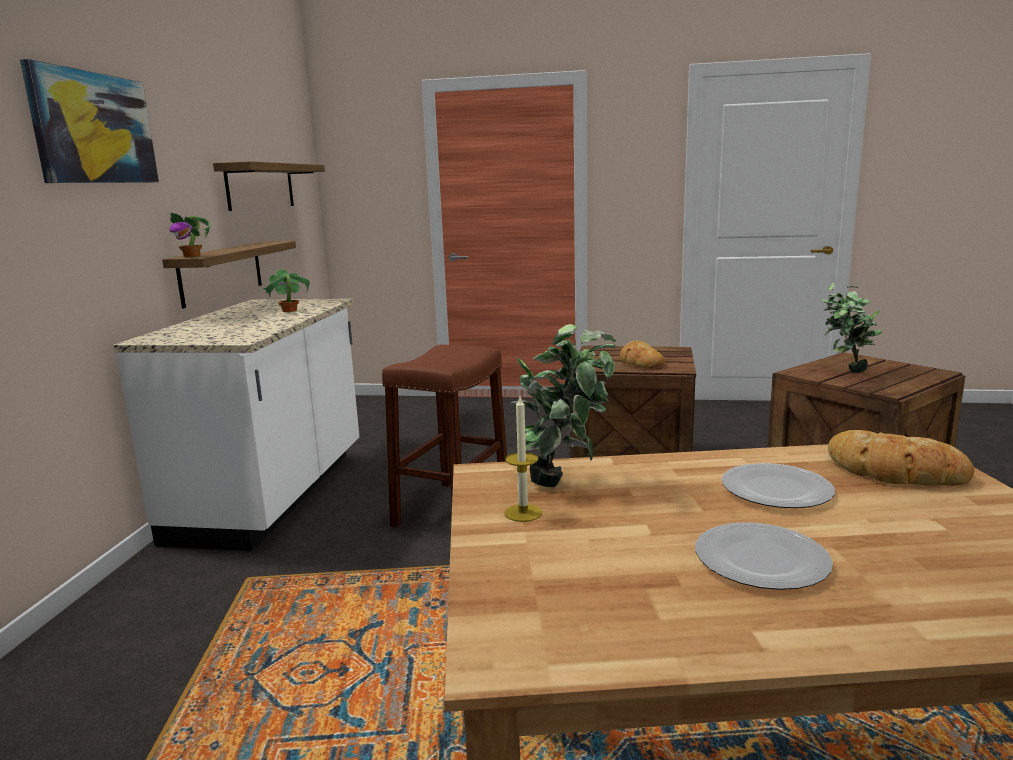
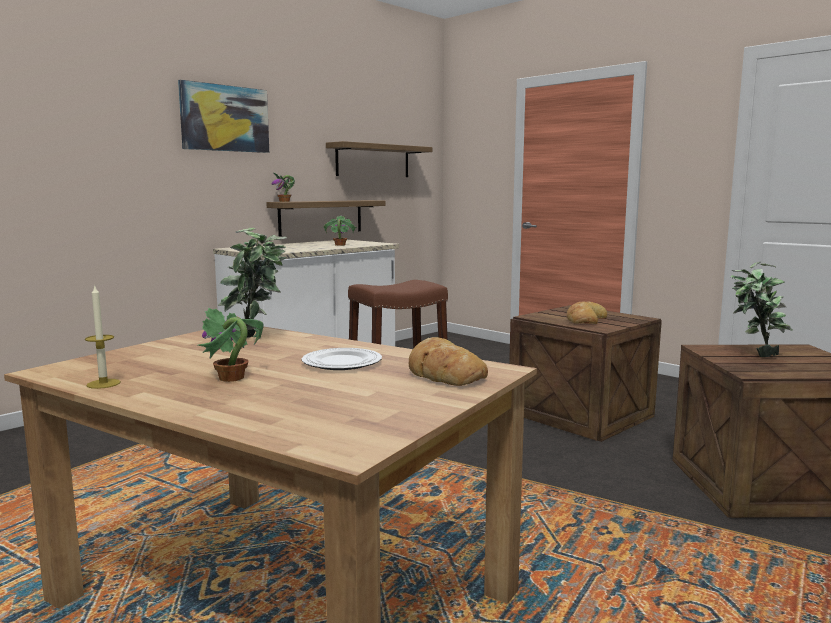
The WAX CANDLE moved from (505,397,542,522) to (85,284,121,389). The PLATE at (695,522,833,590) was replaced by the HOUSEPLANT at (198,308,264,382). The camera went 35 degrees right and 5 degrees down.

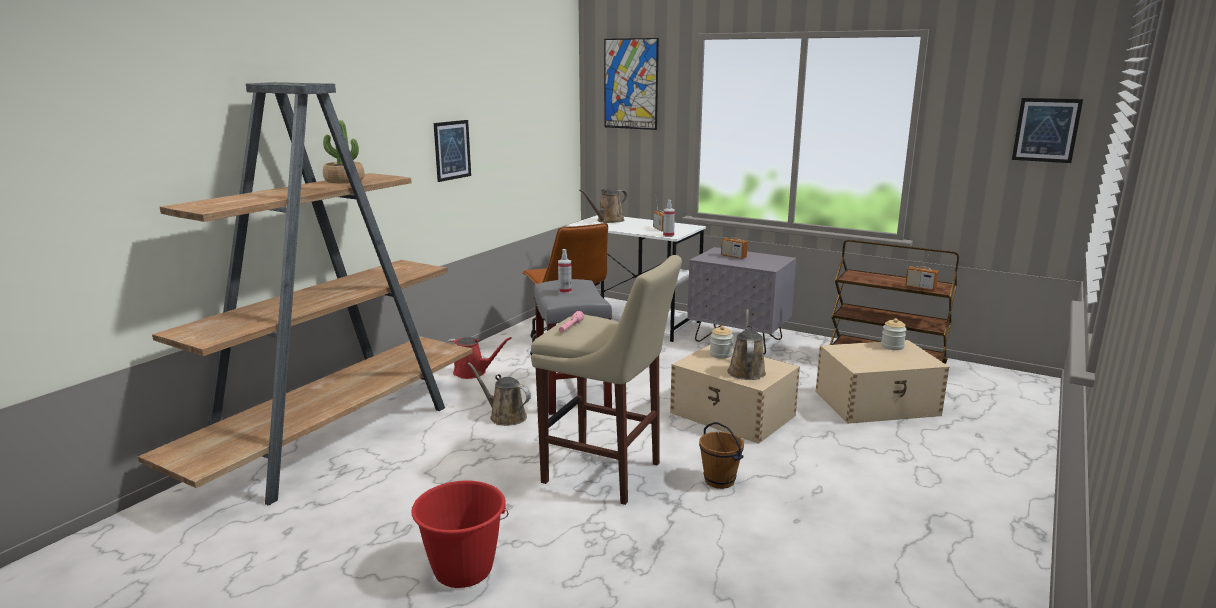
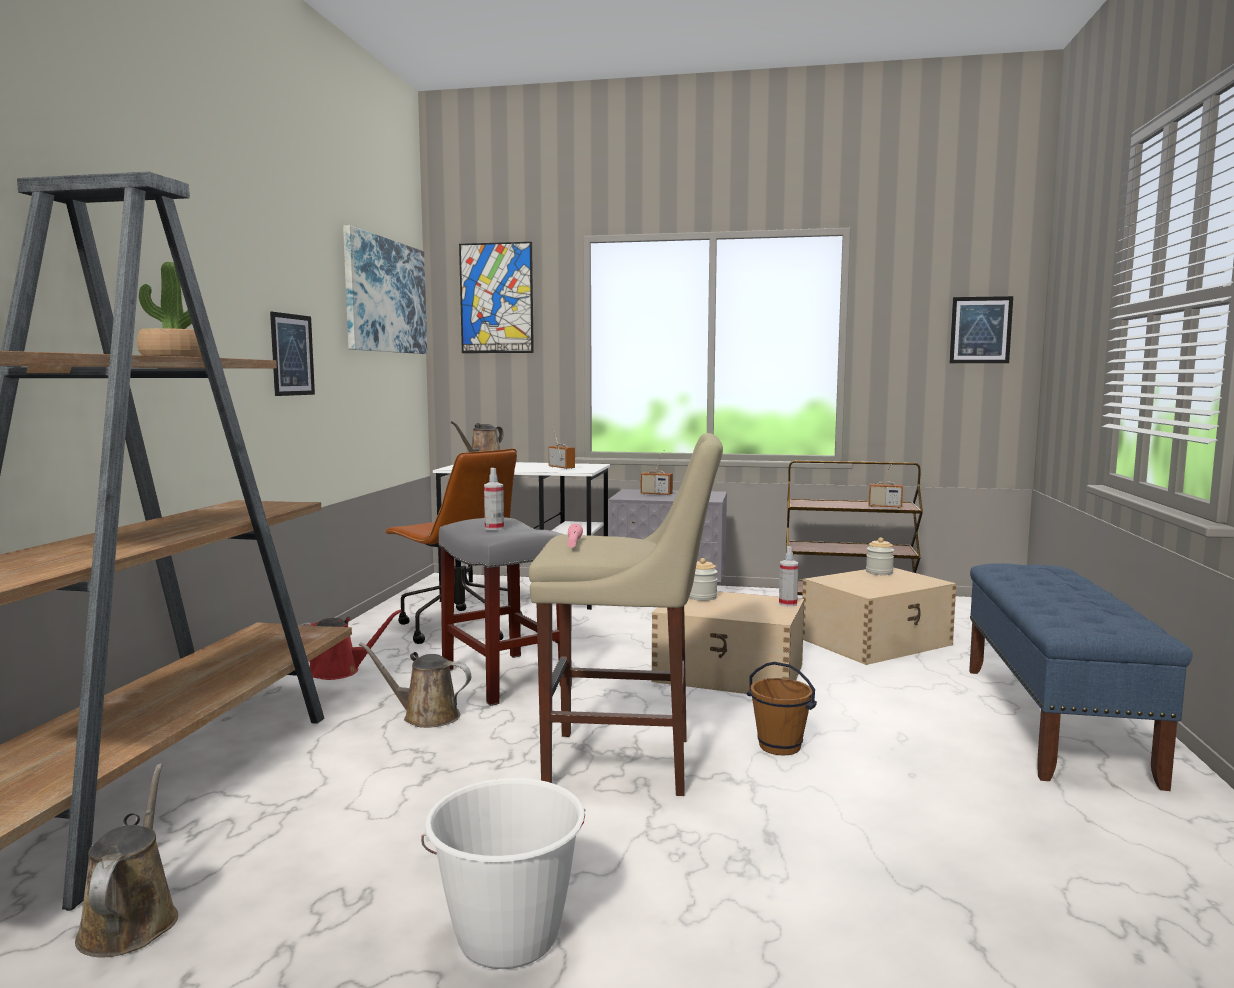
The RED BUCKET at (411,480,509,588) became the WHITE BUCKET at (421,778,585,969). The SPRAYER moved from (663,200,675,237) to (779,546,799,607). The BROWN WATERING CAN moved from (727,309,766,380) to (75,764,178,957). The WALL PICTURE at (343,225,427,354) appeared. The BLUE LONG SEAT at (969,563,1192,791) appeared. The camera went 20 degrees left and 10 degrees down.

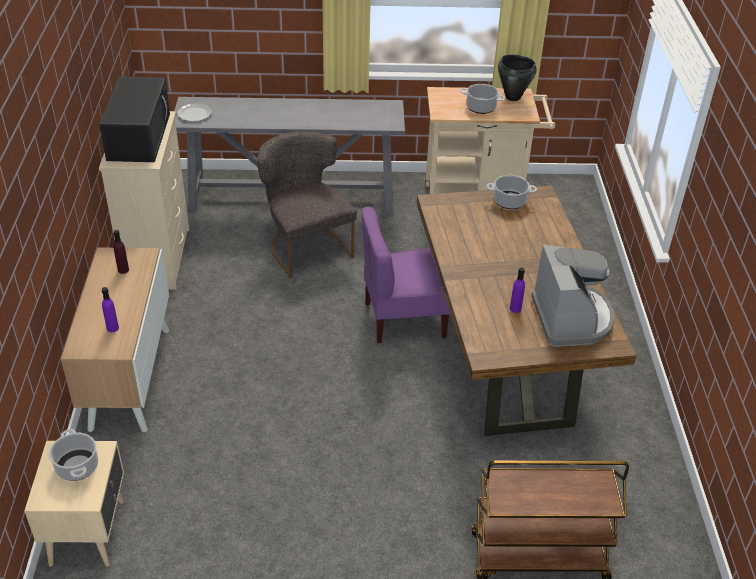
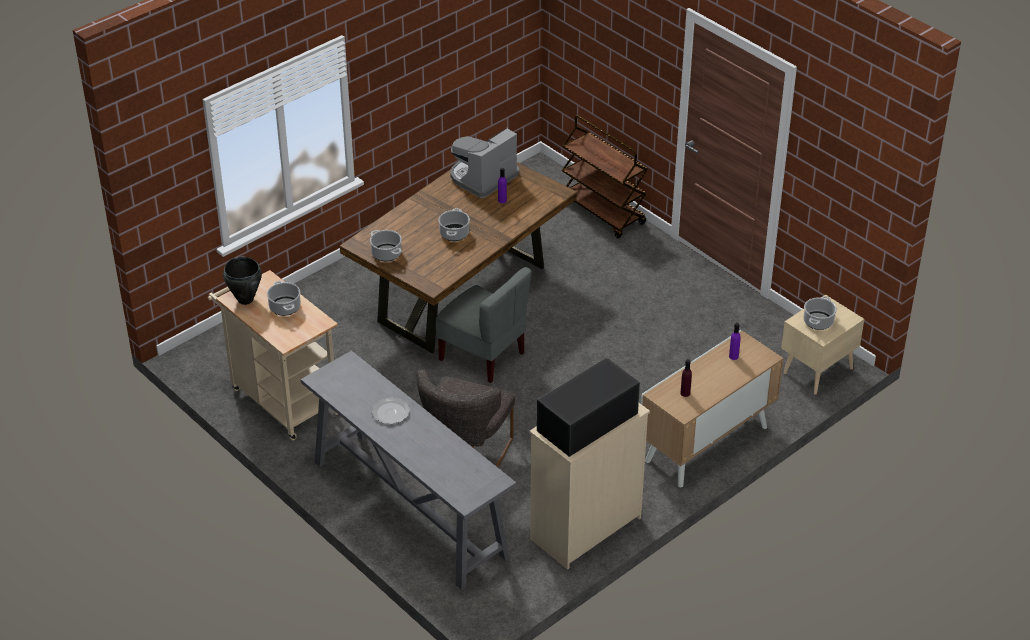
The PLATE moved from (177,103,212,122) to (372,398,410,424). The PURPLISH CHAIR at (361,207,451,343) became the GREYISH CHAIR at (436,267,532,383). The SAUCEPOT at (438,208,470,241) appeared. The camera went 130 degrees left and 0 degrees up.

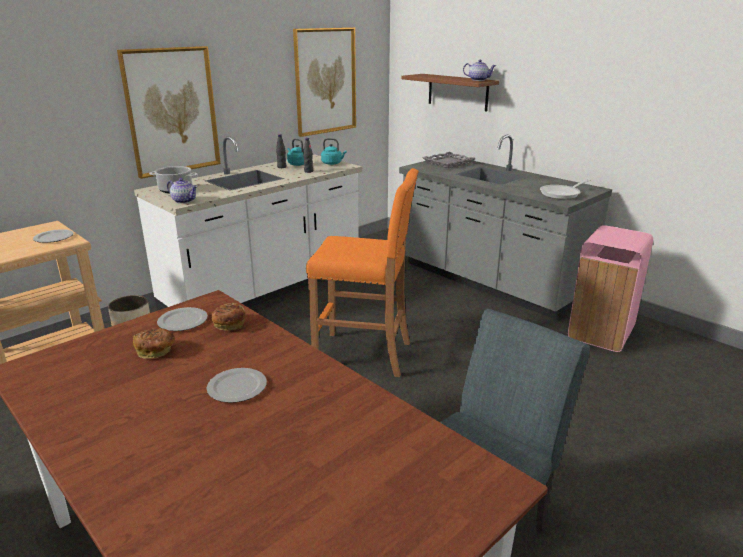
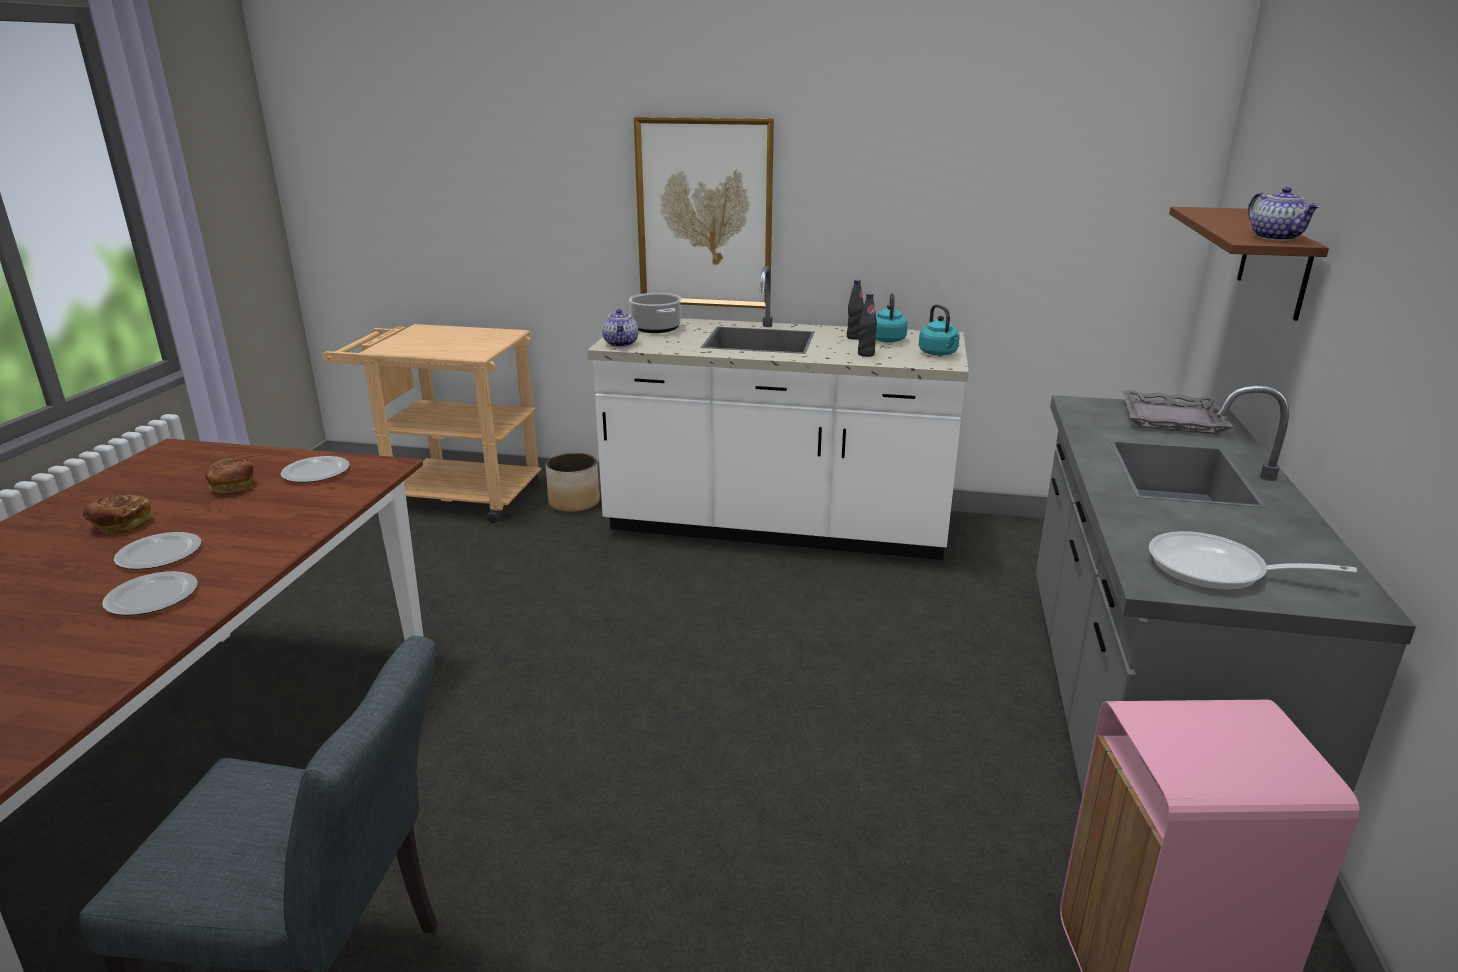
The PLATE moved from (33,229,74,243) to (102,571,198,616). The BAKERY BREAD moved from (211,303,245,331) to (83,495,151,535). The WALL PICTURE at (293,27,356,137) disappeared. The ORANGE-COLOURED STOOL SEAT at (306,168,419,377) disappeared. The camera went 55 degrees right and 0 degrees up.

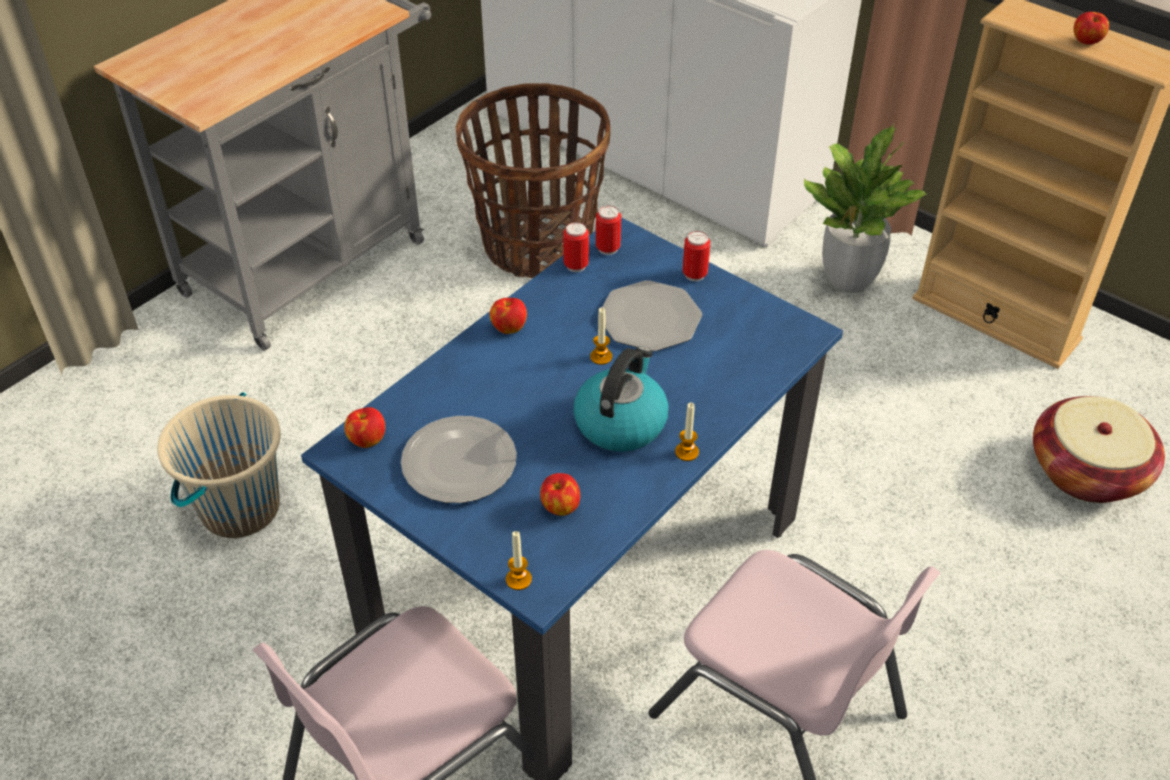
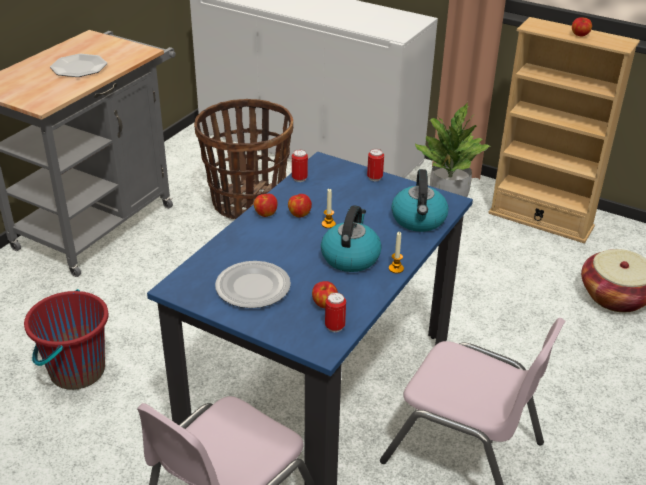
The SAND-COLOURED BUCKET at (157,392,281,538) became the RED BUCKET at (24,289,108,390). The APPLE FRUIT moved from (344,407,385,448) to (288,194,312,218). The WAX CANDLE at (506,531,532,590) disappeared. The METAL CAN moved from (596,205,621,255) to (325,292,346,332). The PLATE moved from (598,280,702,351) to (50,54,107,77). The WATER KETTLE at (391,169,449,232) appeared. The camera went 10 degrees left and 10 degrees down.

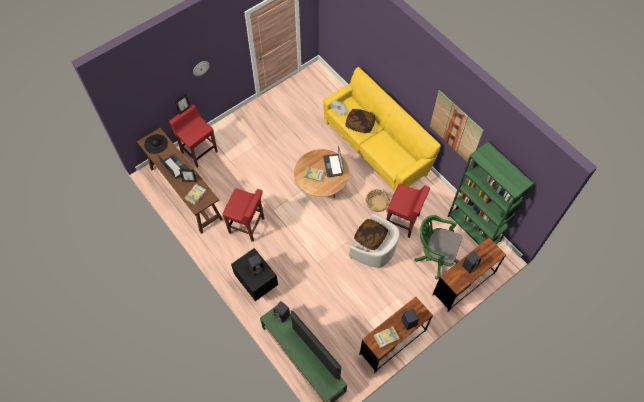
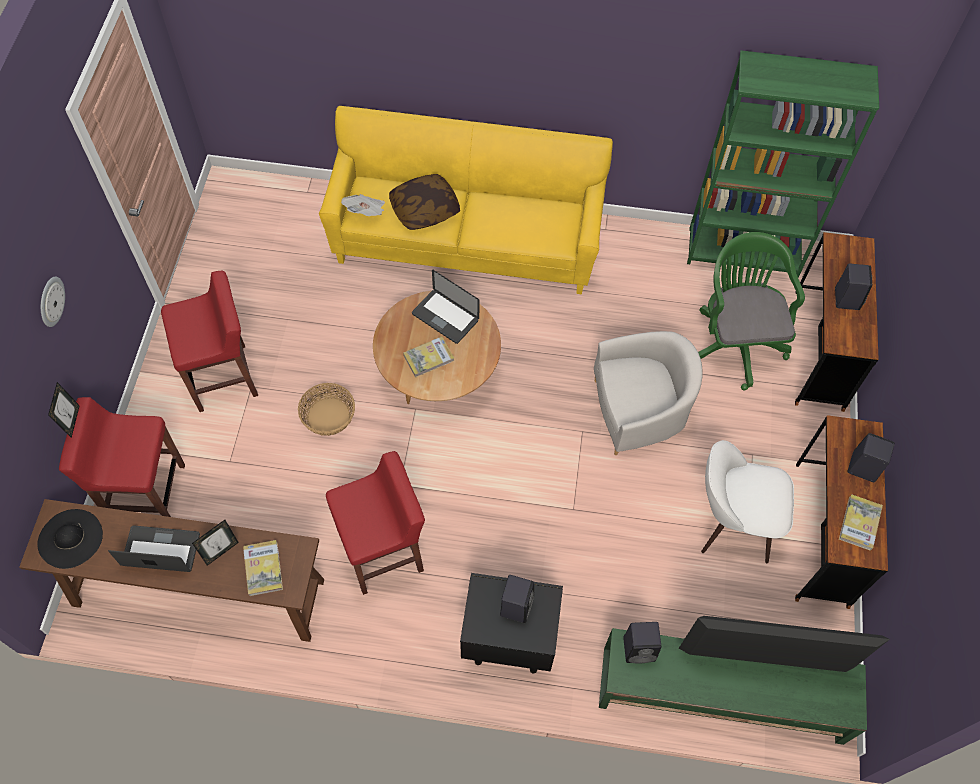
The THROW PILLOW at (354,219,388,250) disappeared. The STORAGE BASKET moved from (366,189,390,212) to (298,383,355,436). The RED STOOL SEAT moved from (386,184,430,238) to (161,271,258,412). The GREEN DESK CHAIR at (414,215,462,280) turned 105 degrees clockwise. The WALL PICTURE at (430,90,484,165) disappeared. The WHITE CHAIR at (701,440,794,563) appeared. The camera went 45 degrees left and 0 degrees up.

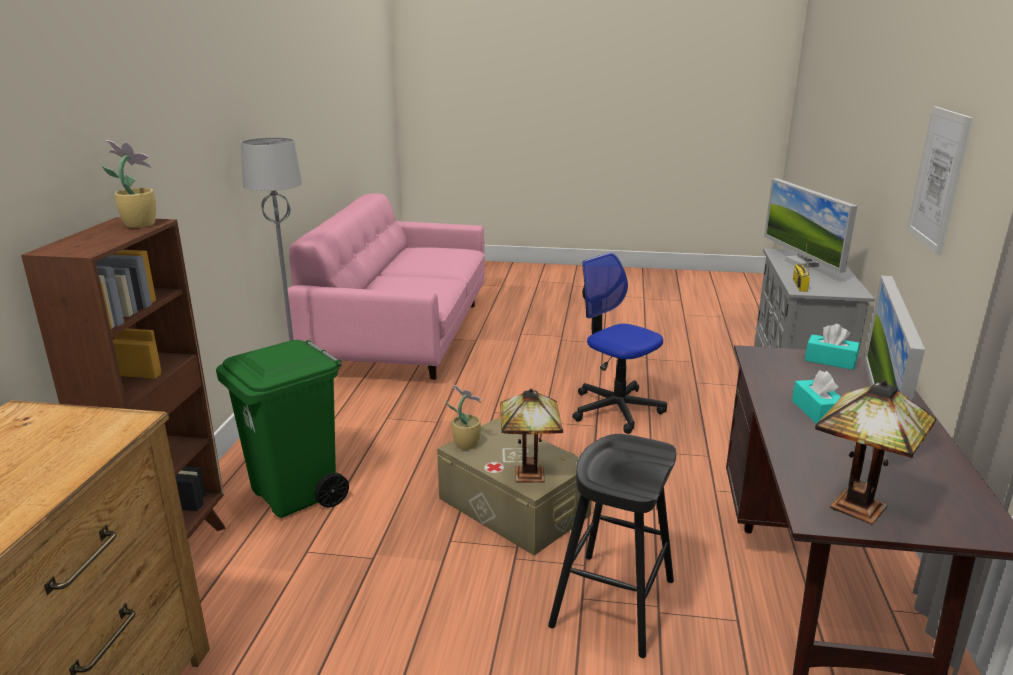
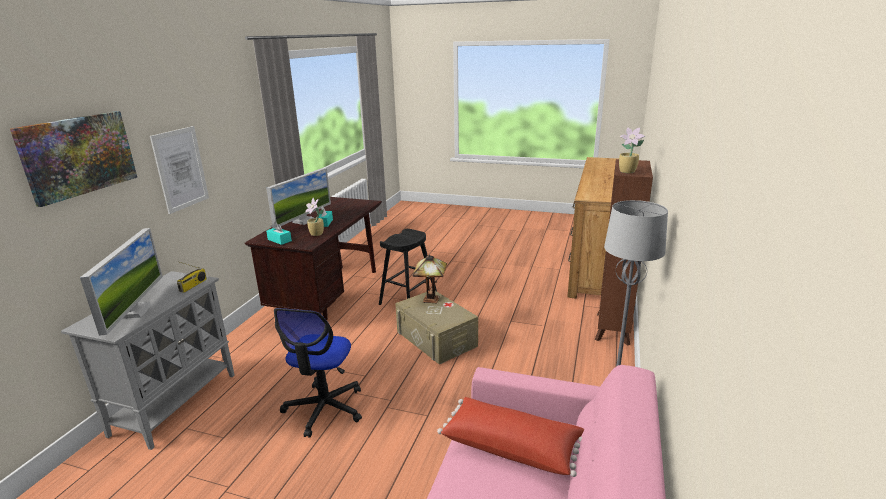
The GREEN RUBBISH BIN at (216,340,349,518) disappeared. The HOUSEPLANT moved from (446,385,482,450) to (305,198,324,236). The DESK CHAIR at (572,252,667,434) turned 45 degrees clockwise. The TABLETOP LAMP at (815,380,936,525) disappeared. The WALL PICTURE at (10,111,137,207) appeared. The RED THROW PILLOW at (437,397,584,477) appeared. The camera went 170 degrees left and 0 degrees up.

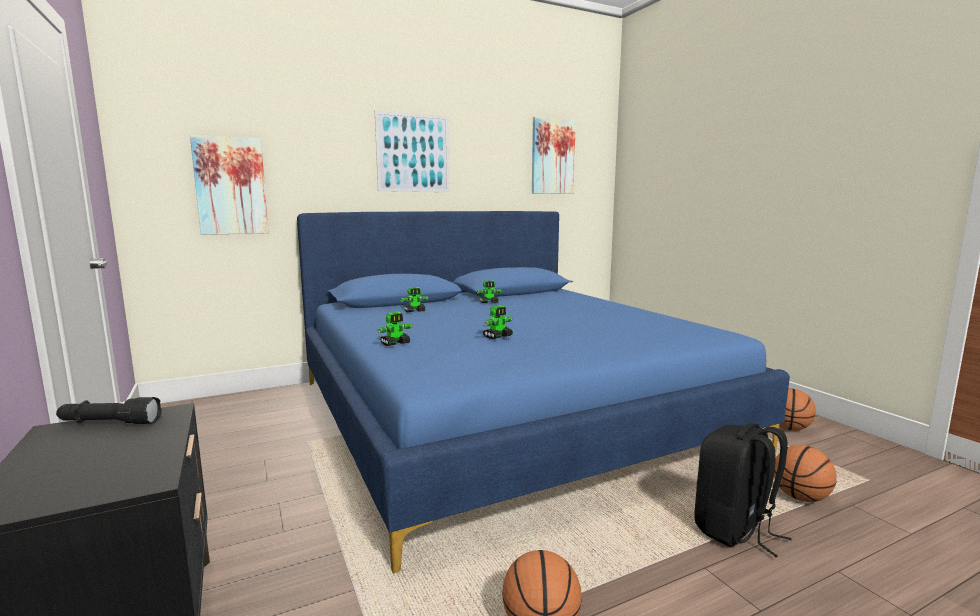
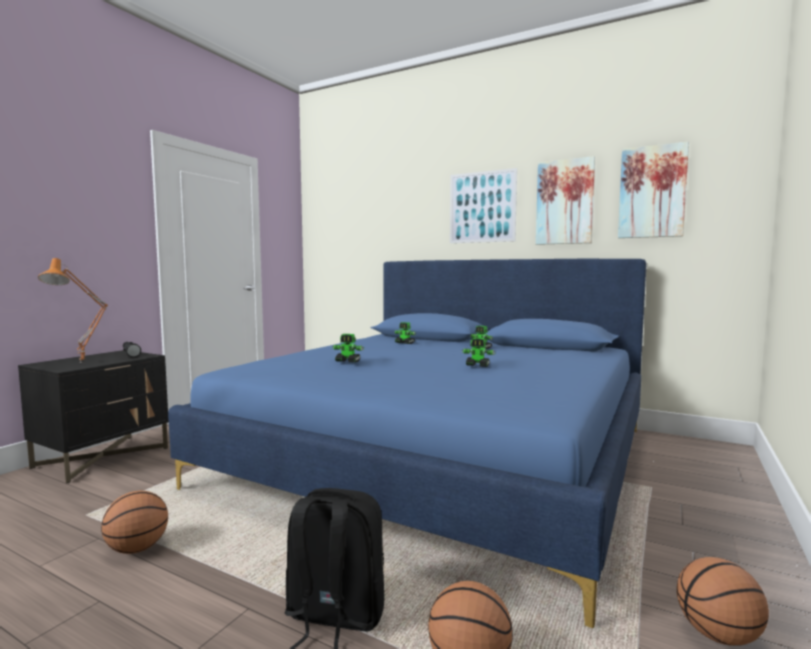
The WALL PICTURE moved from (190,135,269,235) to (536,156,595,245). The ROBOT FIGURE moved from (377,312,413,346) to (461,338,496,367). The ORANGE-COLOURED TABLETOP LAMP at (38,258,108,363) appeared. The camera went 55 degrees right and 5 degrees down.

